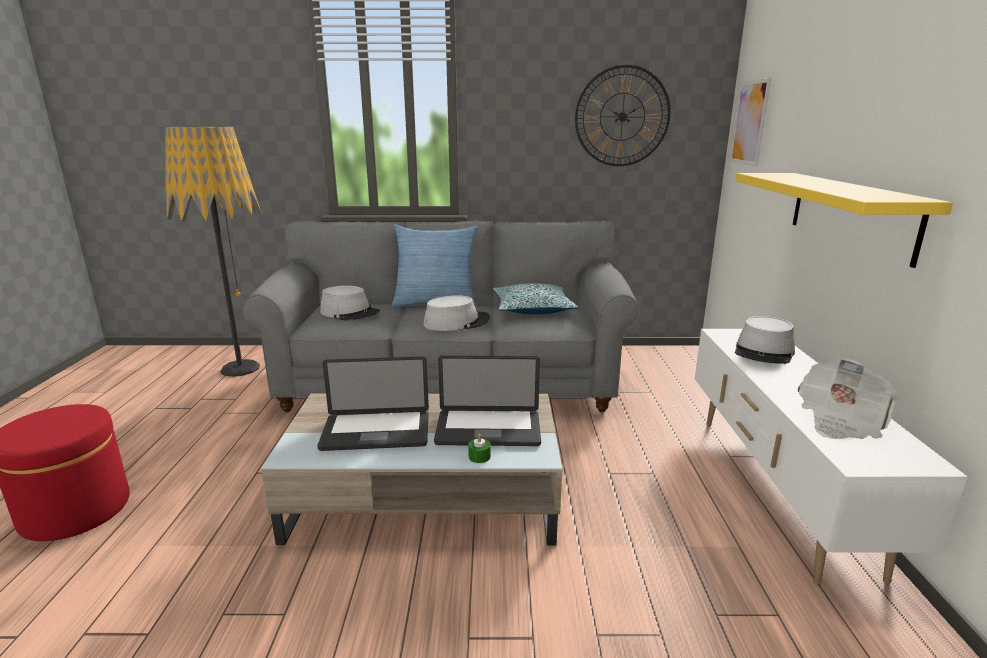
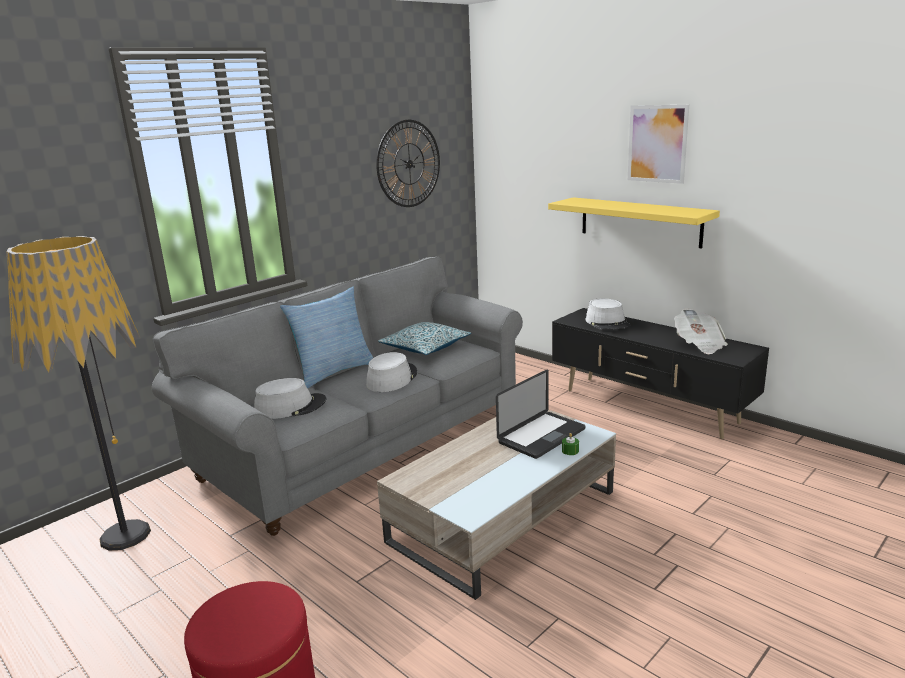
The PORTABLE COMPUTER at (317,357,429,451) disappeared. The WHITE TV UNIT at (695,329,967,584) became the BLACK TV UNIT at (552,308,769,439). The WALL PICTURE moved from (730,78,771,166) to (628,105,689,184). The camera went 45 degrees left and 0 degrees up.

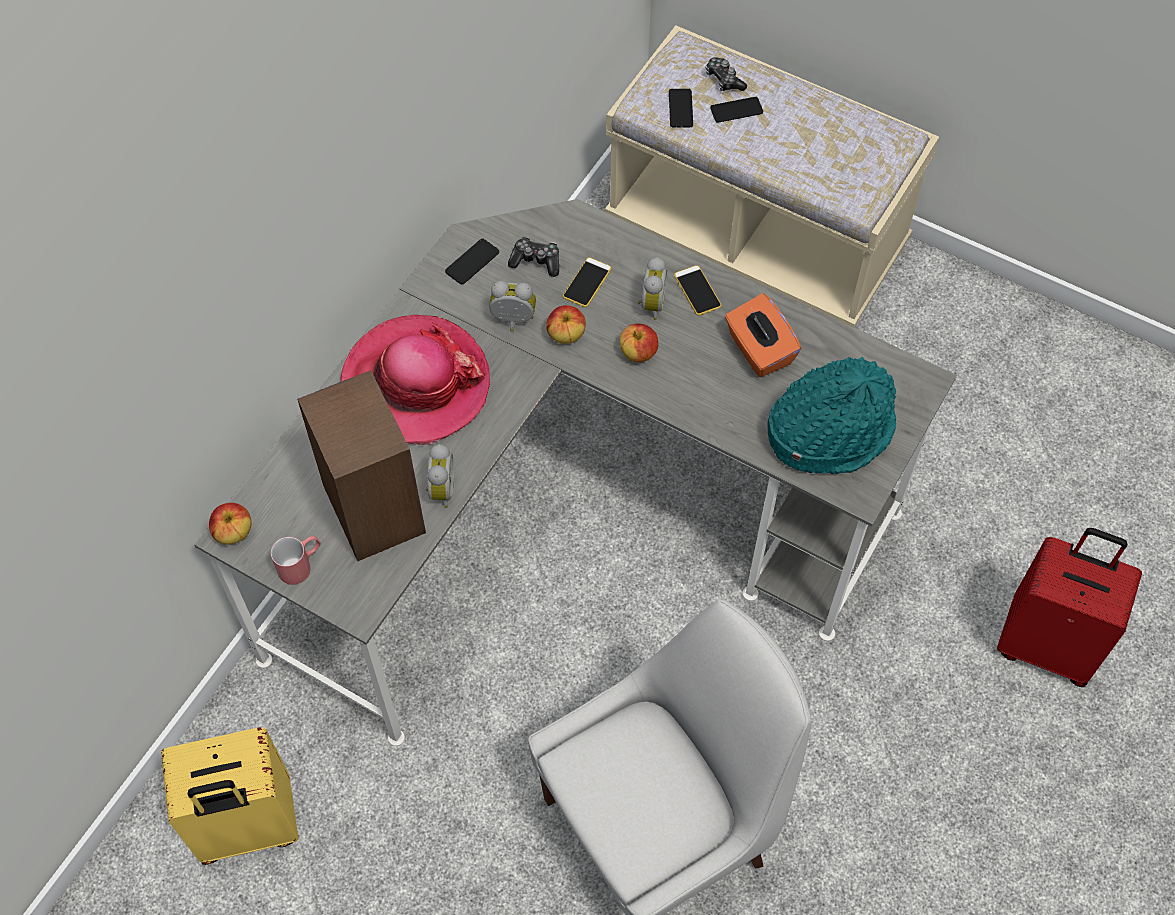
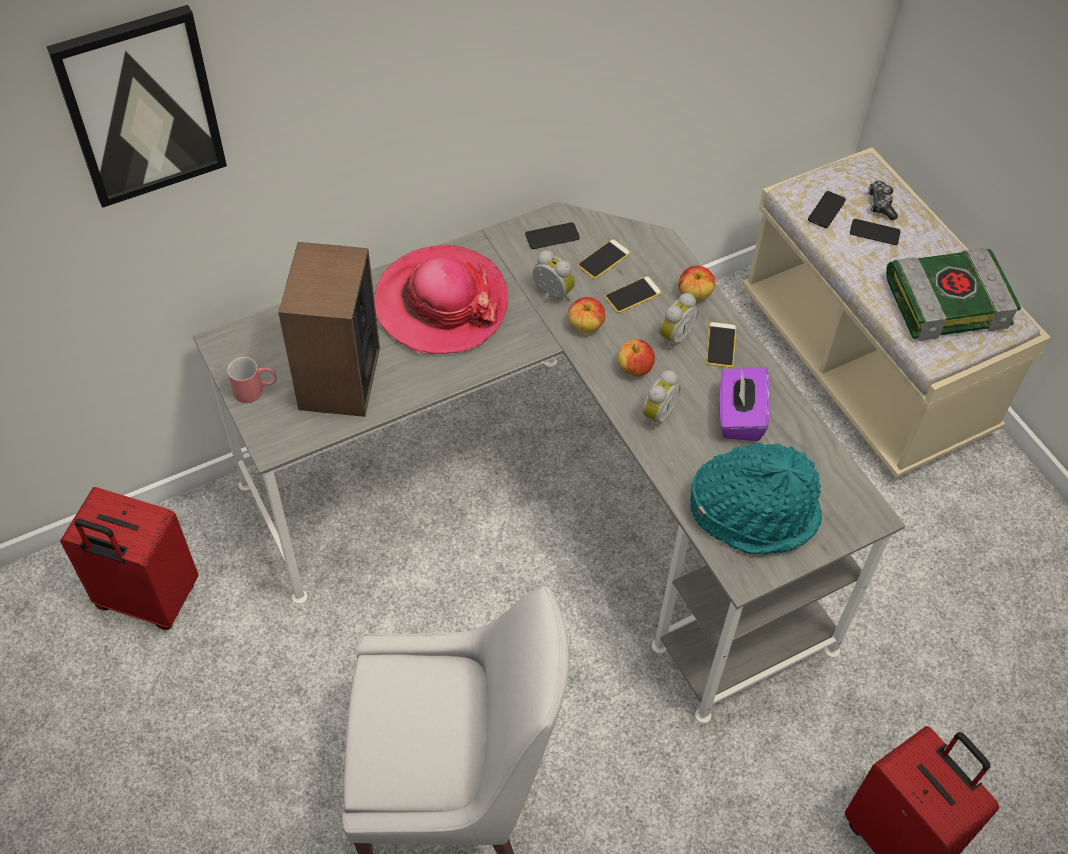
The YELLOW PIECE OF LUGGAGE at (161,727,299,865) became the RED PIECE OF LUGGAGE at (60,487,199,630). The APPLE FRUIT moved from (209,503,252,545) to (678,266,715,301). The TABLE CLOCK moved from (426,444,454,508) to (642,370,681,430). The GAME CONTROLLER at (508,237,559,277) was replaced by the TELEPHONE at (578,239,630,279). The ORANGE-COLOURED BOX OF TISSUES at (725,293,801,377) became the PURPLISH BOX OF TISSUES at (720,367,770,441). The WALL PICTURE at (46,5,227,208) appeared. The BOOK at (886,248,1021,341) appeared. The camera went 30 degrees right and 5 degrees down.

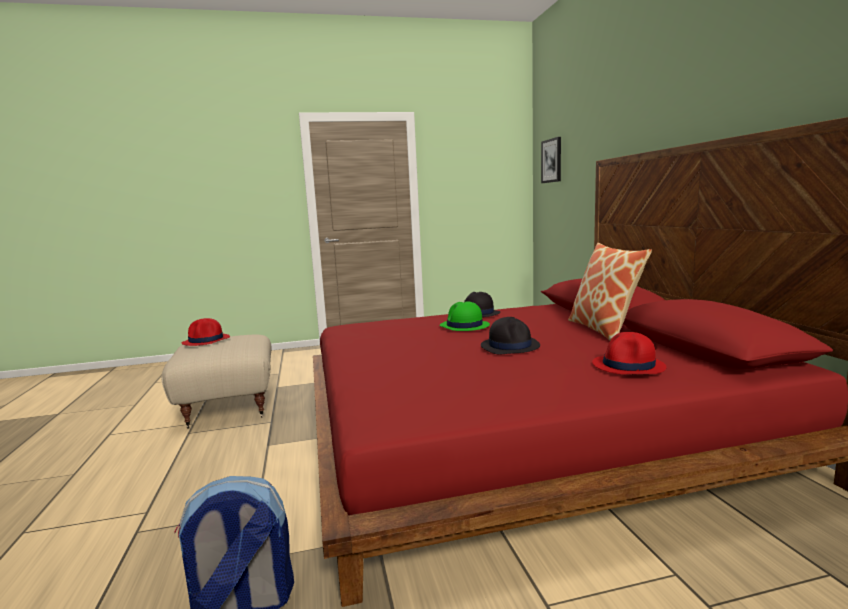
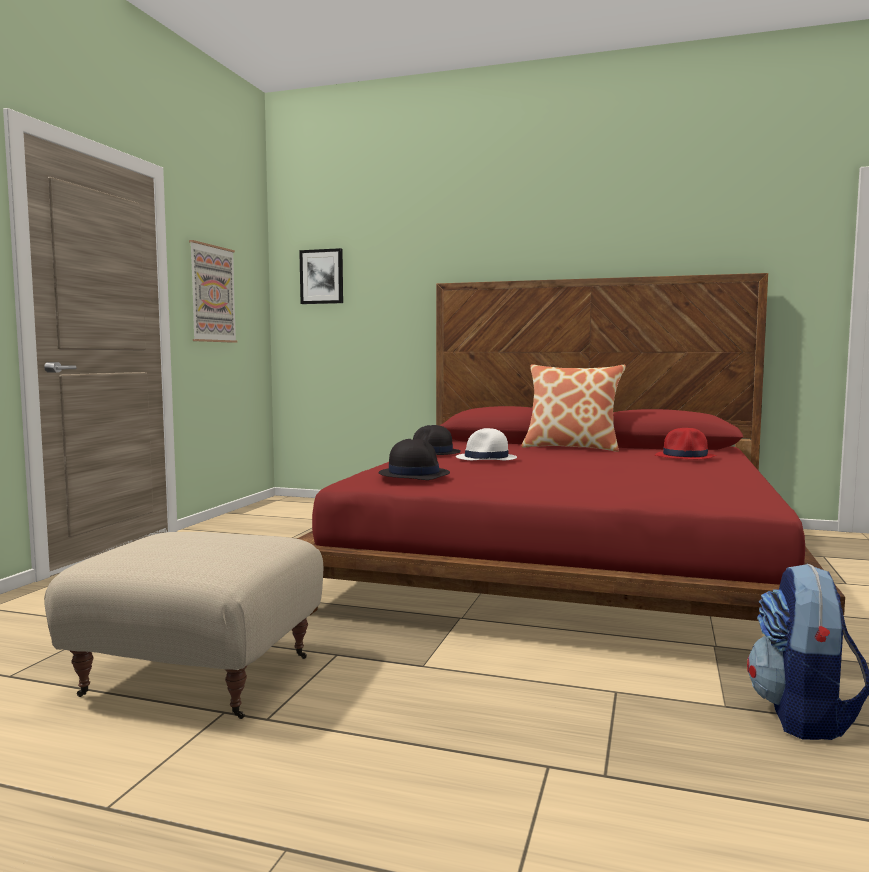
The RED WEARABLE HAT at (181,318,230,346) disappeared. The GREEN WEARABLE HAT at (440,301,490,331) became the WHITE WEARABLE HAT at (456,428,517,460). The BLACK WEARABLE HAT moved from (481,317,540,355) to (379,439,450,480). The WALL PICTURE at (189,240,237,343) appeared. The camera went 60 degrees left and 5 degrees down.

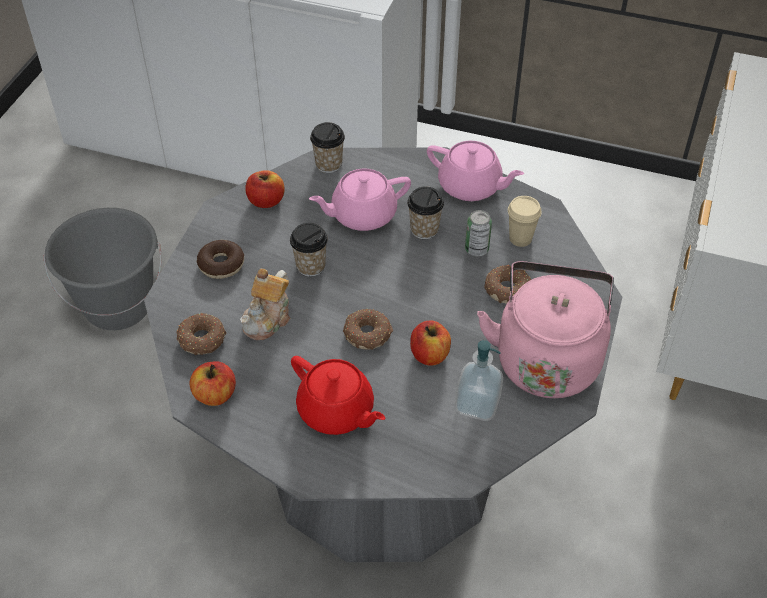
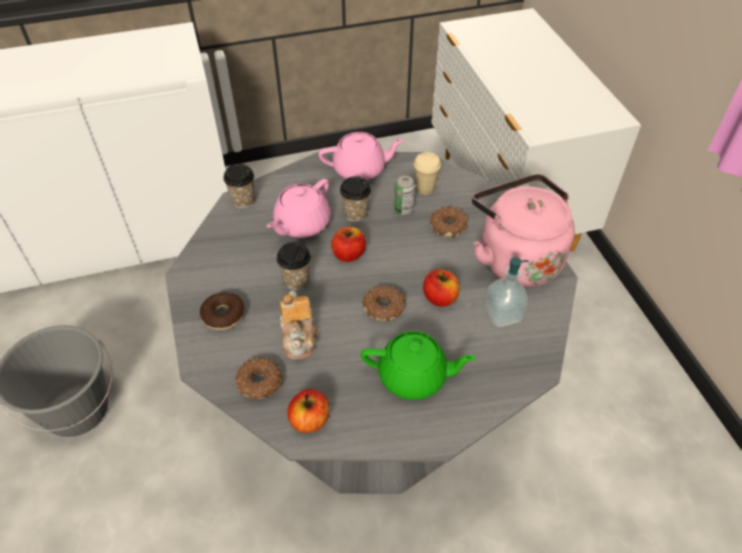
The APPLE FRUIT moved from (245,170,285,208) to (331,227,366,262). The RED POT FOR TEA at (291,356,385,435) became the GREEN POT FOR TEA at (361,331,476,400). The camera went 35 degrees left and 0 degrees up.

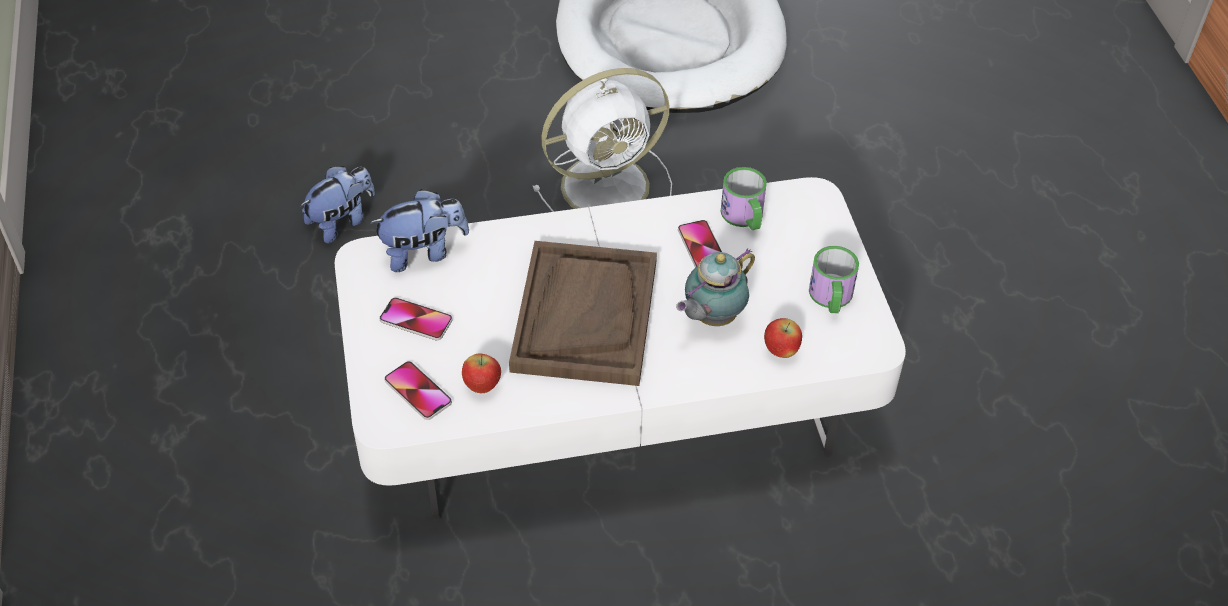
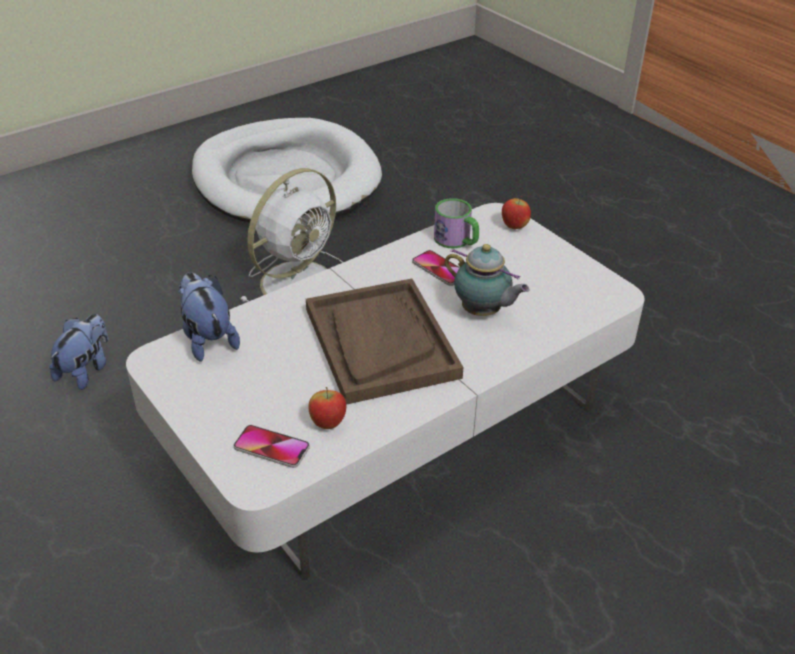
The PLUSH TOY at (370,189,469,272) turned 75 degrees counterclockwise. The TELEPHONE at (379,297,452,341) disappeared. The POT FOR TEA at (676,248,755,326) turned 75 degrees counterclockwise. The APPLE FRUIT moved from (764,318,802,358) to (502,196,531,229). The TEA MUG at (809,246,859,313) disappeared. The camera went 25 degrees left and 10 degrees down.

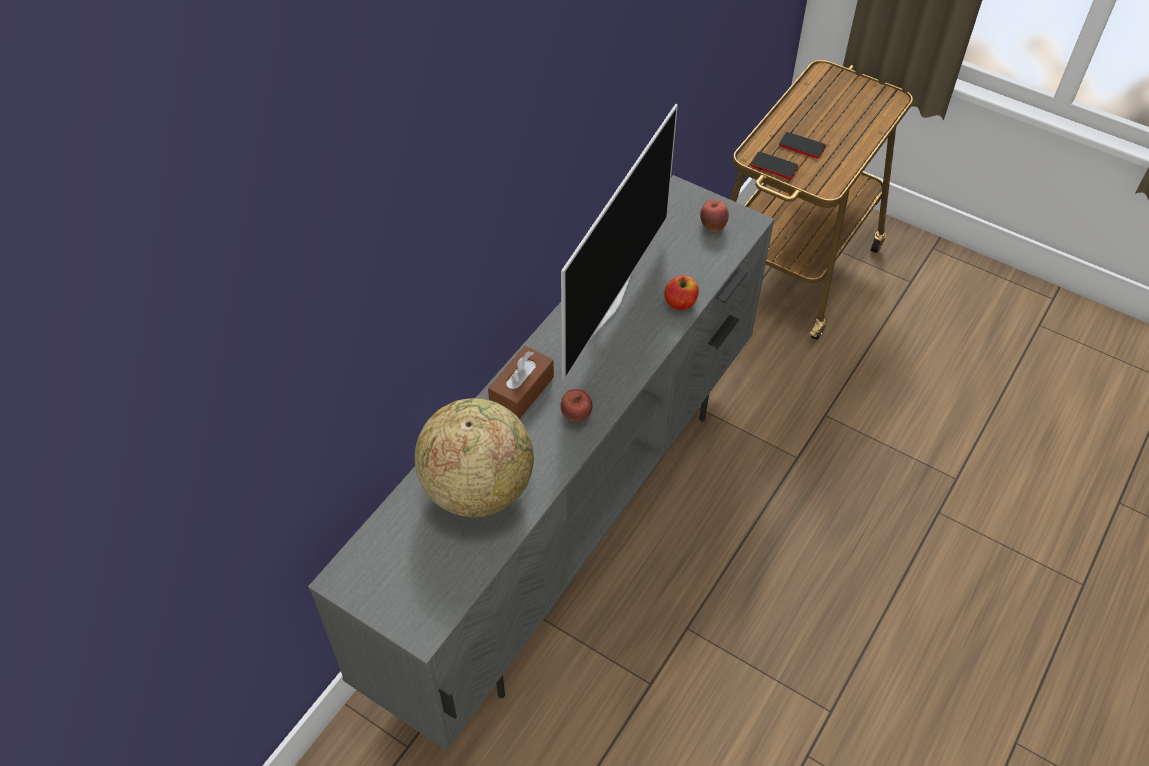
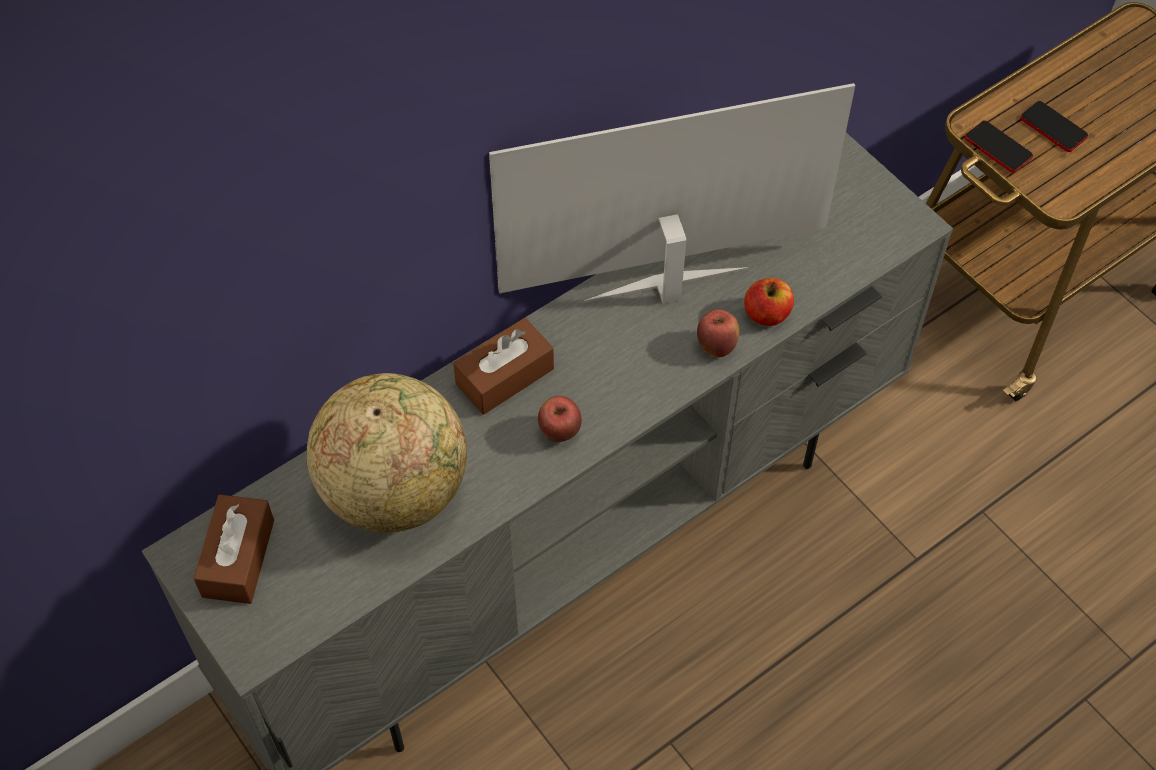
The TELEVISION at (561,104,678,381) turned 150 degrees counterclockwise. The APPLE FRUIT moved from (700,200,729,231) to (697,309,740,357). The BROWN BOX OF TISSUES at (193,494,274,604) appeared. The camera went 20 degrees right and 5 degrees up.

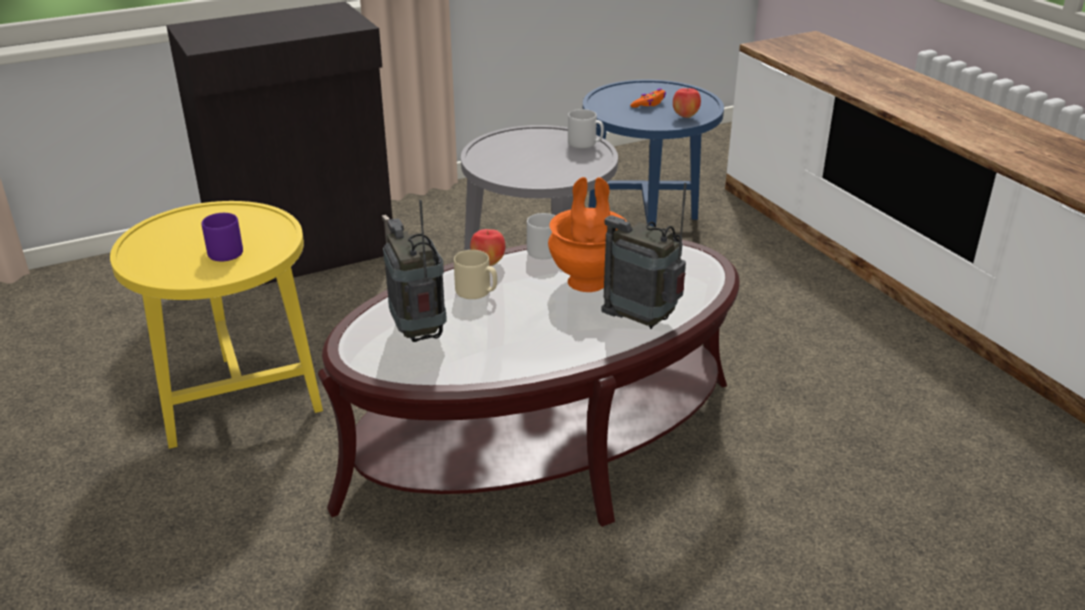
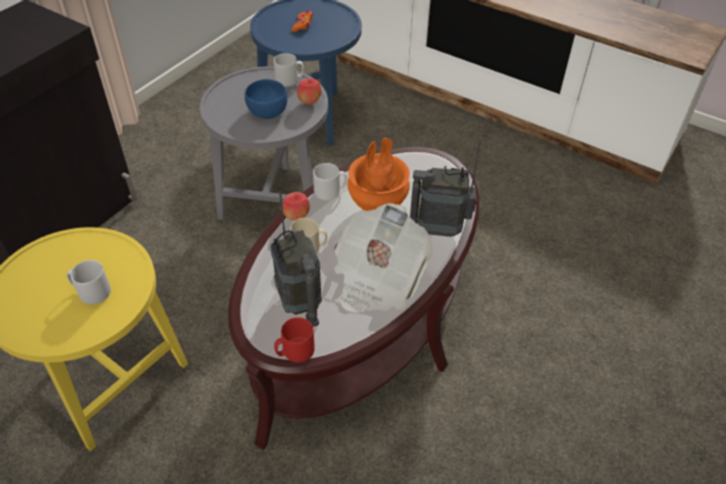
The PURPLISH TEA MUG at (201,213,243,261) became the GREYISH TEA MUG at (67,260,111,304). The RADIO SET at (383,200,447,342) turned 150 degrees counterclockwise. The APPLE FRUIT moved from (673,88,701,118) to (297,78,321,105). The BLUE DEEP DISH at (245,79,287,119) appeared. The RED TEA MUG at (274,317,315,363) appeared. The PRINTED PAPER at (334,203,433,312) appeared. The camera went 30 degrees left and 15 degrees up.

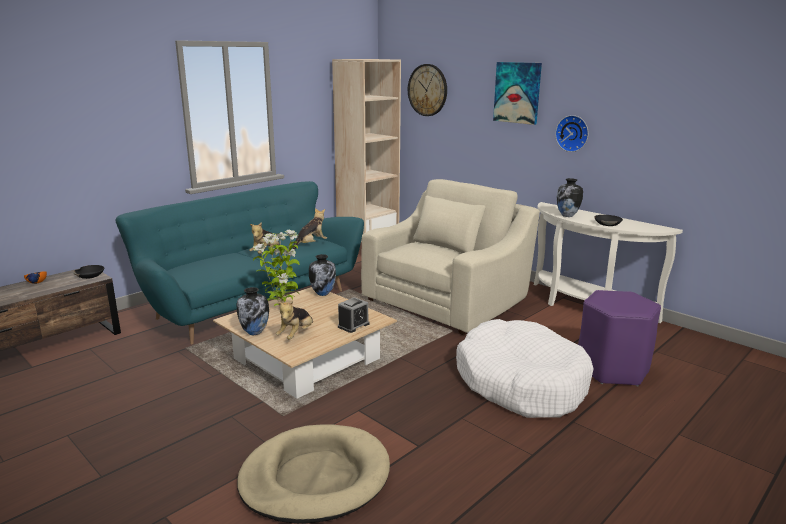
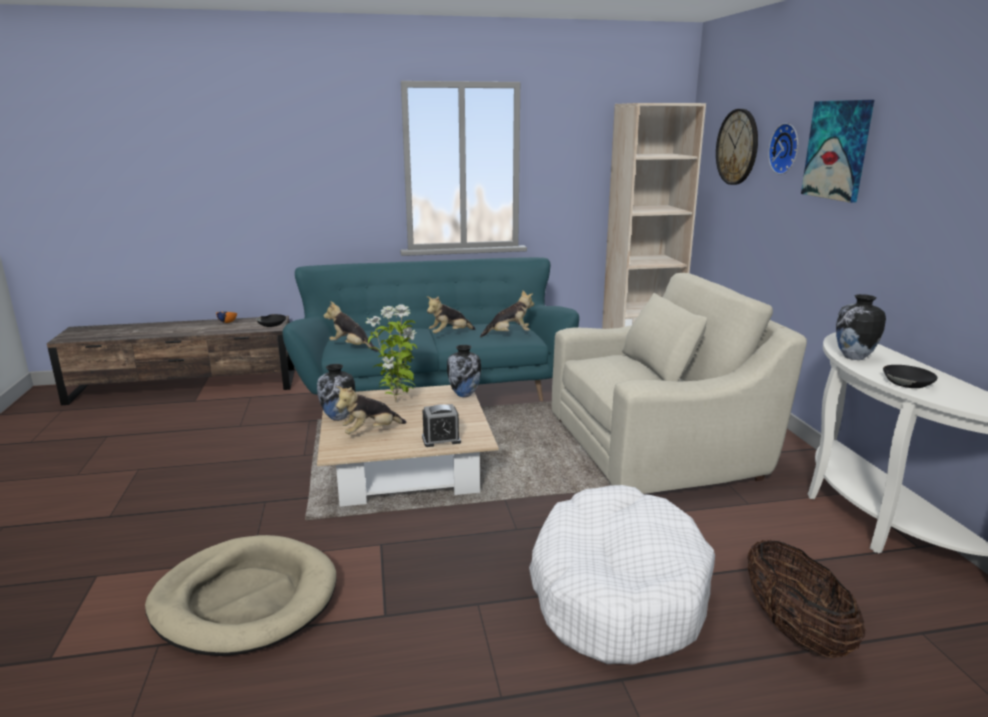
The HANGING CLOCK moved from (555,115,589,152) to (768,123,798,175). The PURPLISH STOOL SEAT at (578,290,661,386) was replaced by the STORAGE BASKET at (747,540,866,658). The PLUSH TOY at (323,301,379,352) appeared. The camera went 35 degrees right and 0 degrees up.

